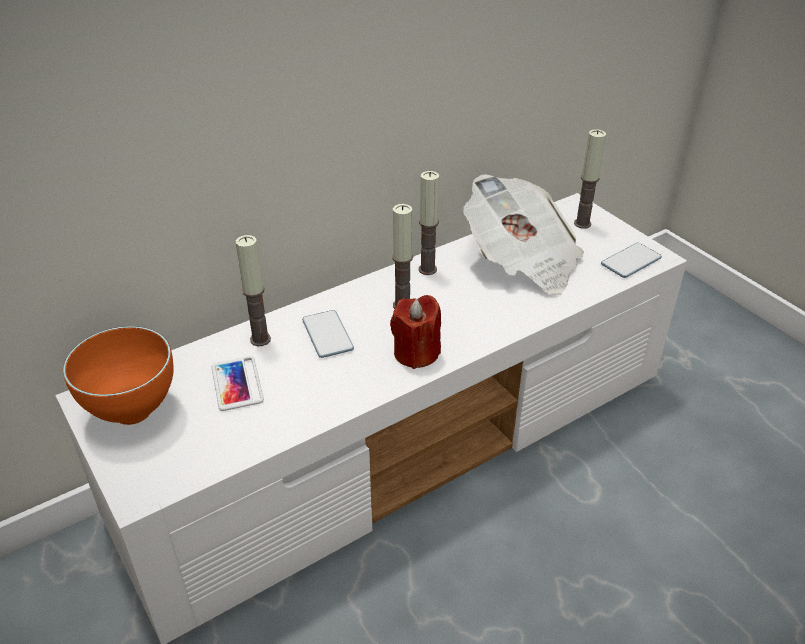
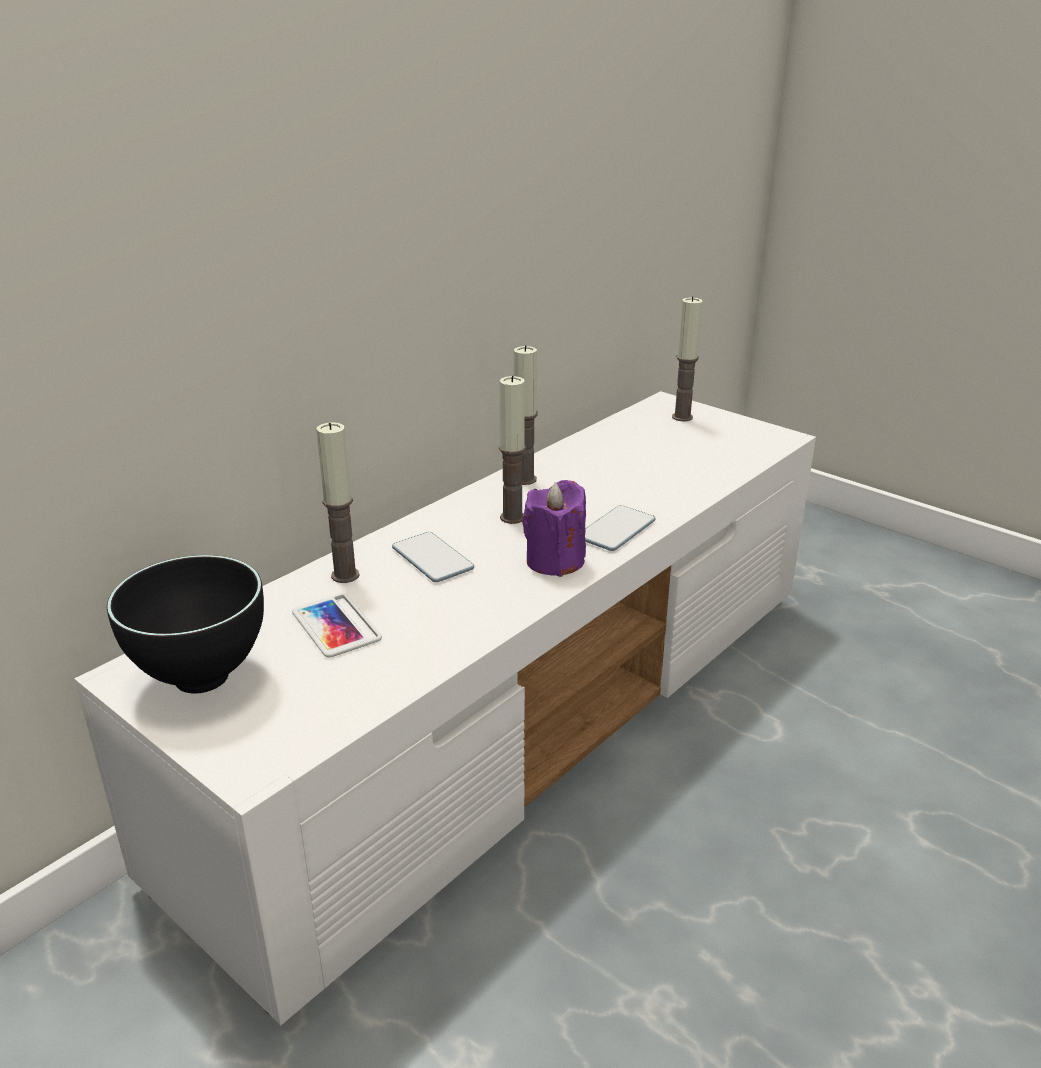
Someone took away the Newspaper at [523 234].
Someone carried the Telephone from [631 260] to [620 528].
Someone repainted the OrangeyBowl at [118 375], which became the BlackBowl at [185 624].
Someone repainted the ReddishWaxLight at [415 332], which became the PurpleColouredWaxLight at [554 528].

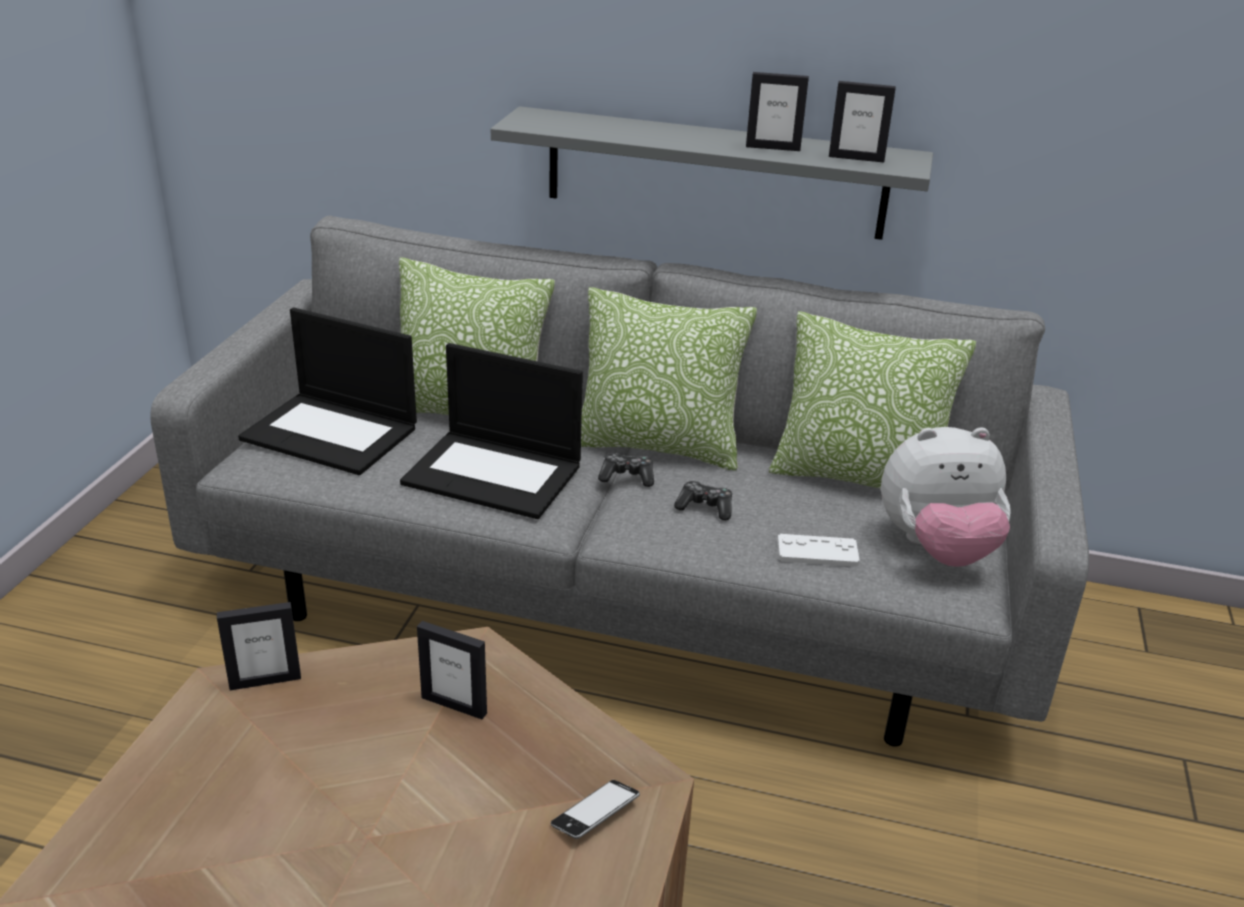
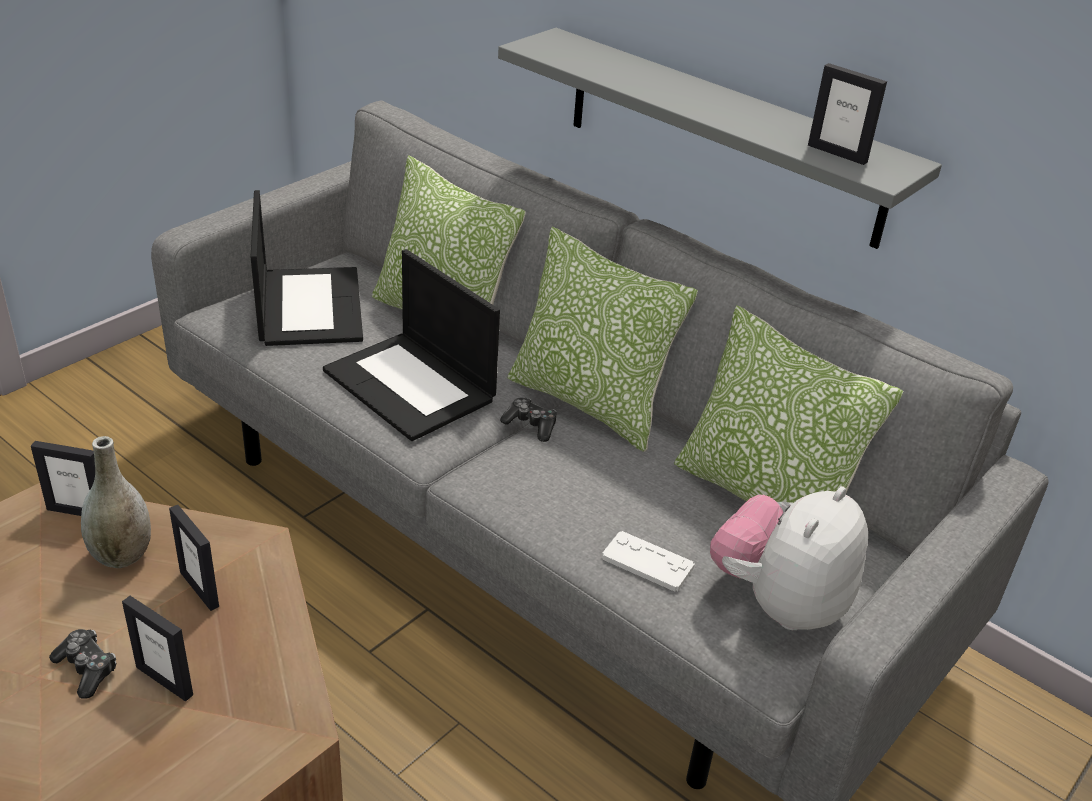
Someone took away the Telephone at [595 809].
Someone put down the GreyishDecorativeVase at [116 502].
Someone carried the GameController from [703 500] to [82 664].
Someone carried the PhotoFrame from [777 111] to [157 649].
Someone rotated the NotebookComputer at [327 391] by 150 degrees counterclockwise.
Someone rotated the CuddlyToy at [946 497] by 105 degrees clockwise.

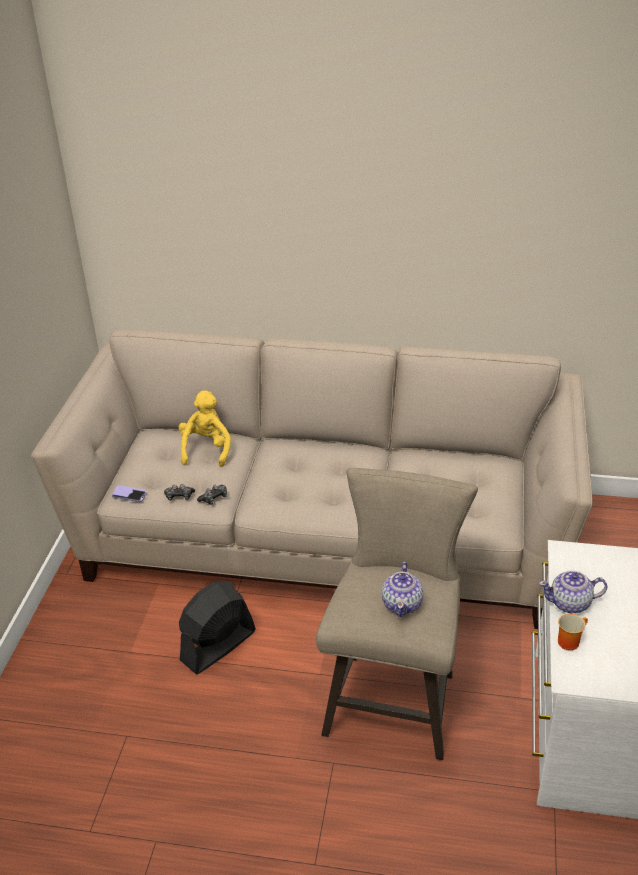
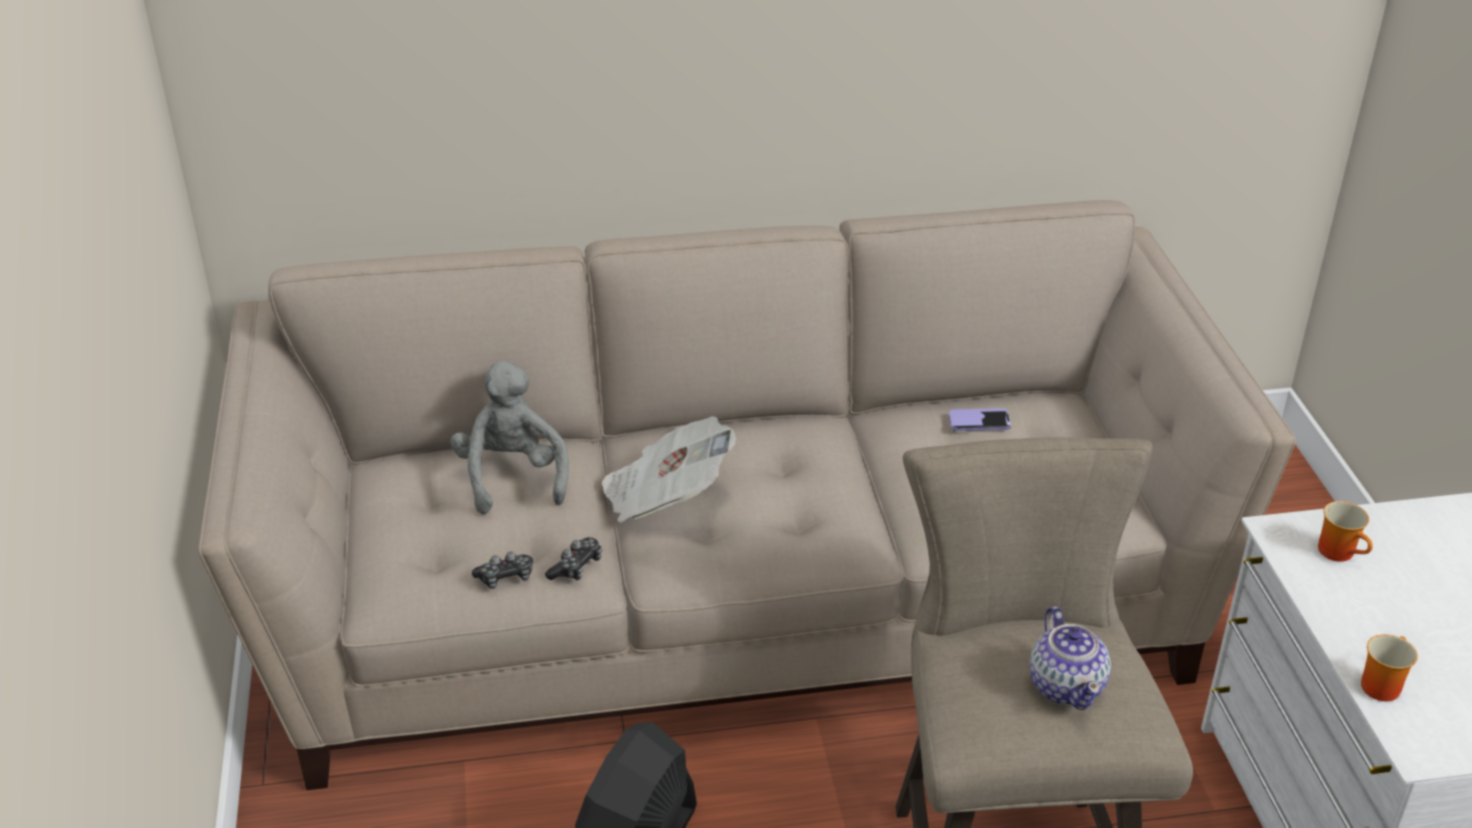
Someone took away the TeaPot at [573 592].
Someone put down the Newspaper at [669 470].
Someone put down the CoffeeMug at [1345 531].
Someone carried the Telephone from [129 493] to [980 419].
Someone repainted the YellowishCuddlyToy at [205 429], which became the GreyishCuddlyToy at [510 437].

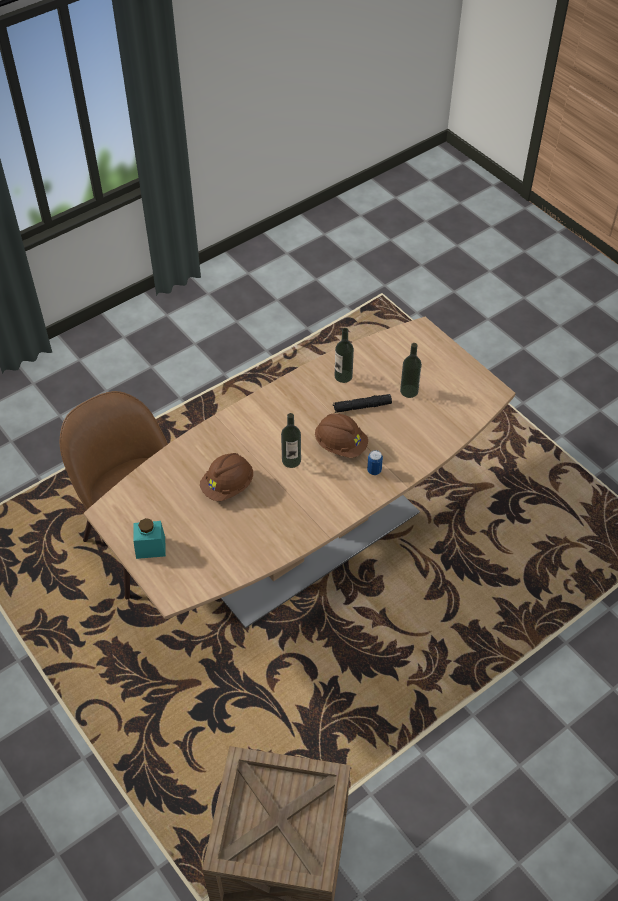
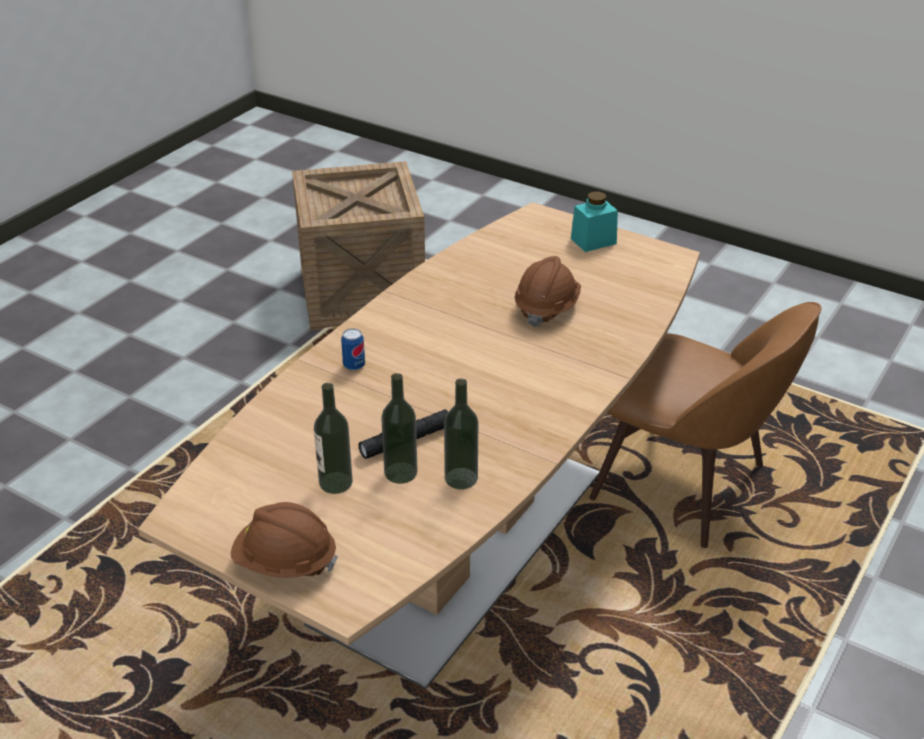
Someone carried the BeverageBottle from [291 440] to [399 428].
Someone carried the BrownHardHat from [341 436] to [284 540].

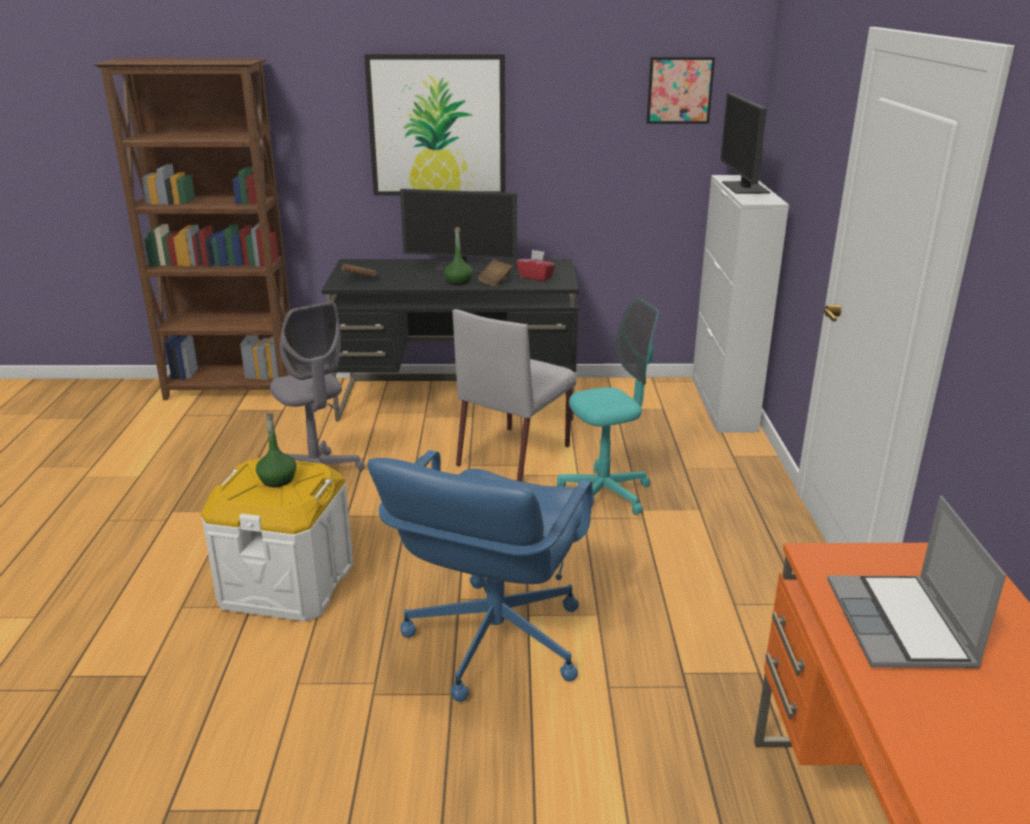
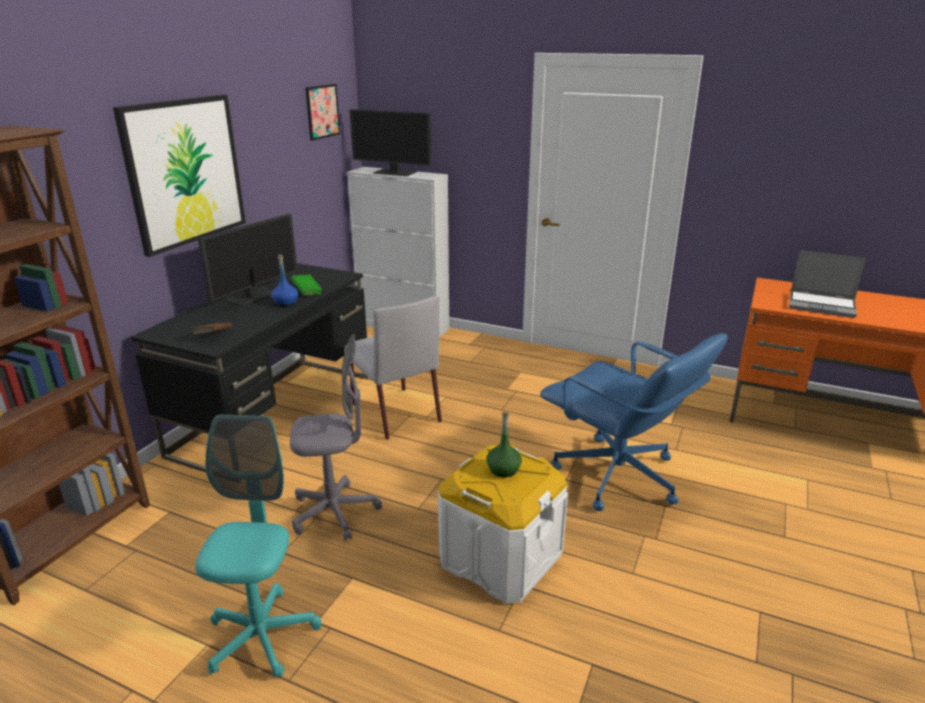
Someone took away the ReddishTissueHolder at [536 265].
Someone carried the TurquoiseColouredComputerChair from [608 406] to [258 545].
Someone repainted the GreenBeverageBottle at [458 256], which became the BluishBeverageBottle at [284 280].
Someone repainted the BrownBoundBook at [495 273], which became the GreenBoundBook at [306 284].

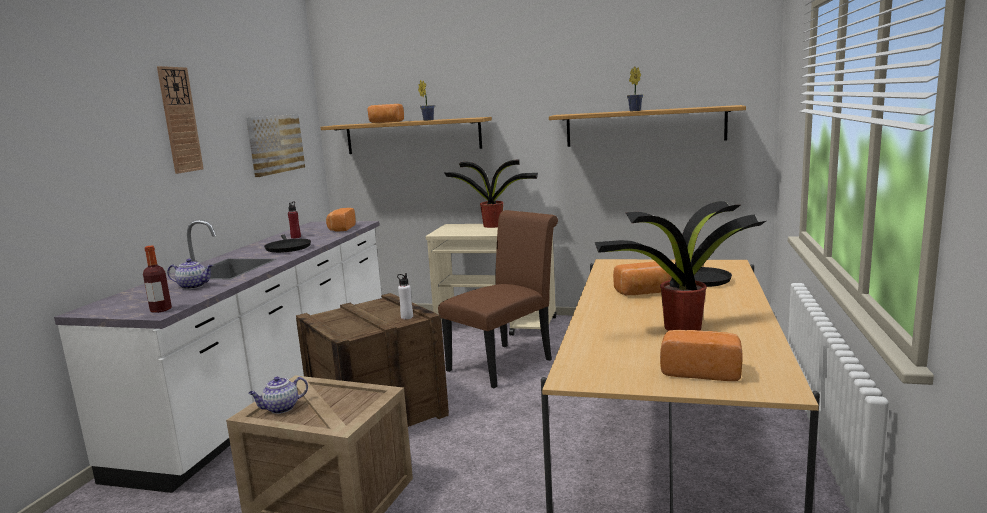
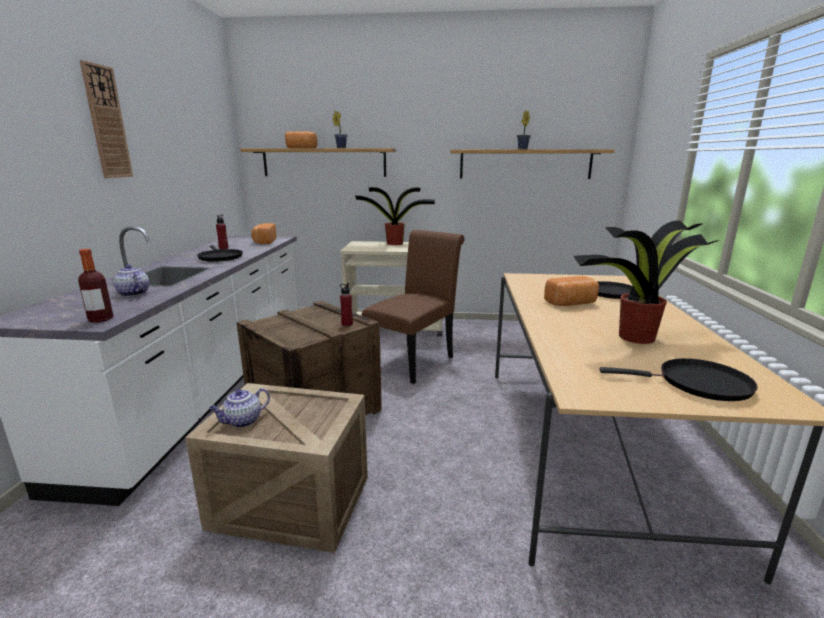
Someone took away the WallArt at [275 145].
Someone swapped the Bread at [701 355] for the BlackSkillet at [679 379].
Someone repainted the WhiteBeverageBottle at [405 296], which became the ReddishBeverageBottle at [346 304].
Someone rotated the TeaPot at [190 274] by 135 degrees counterclockwise.

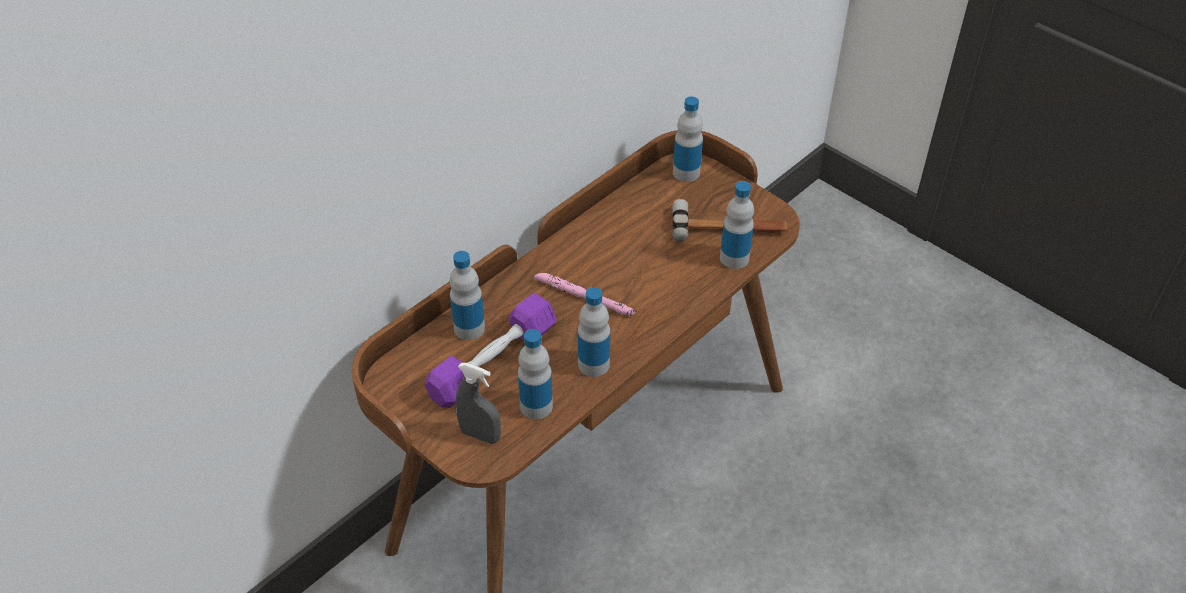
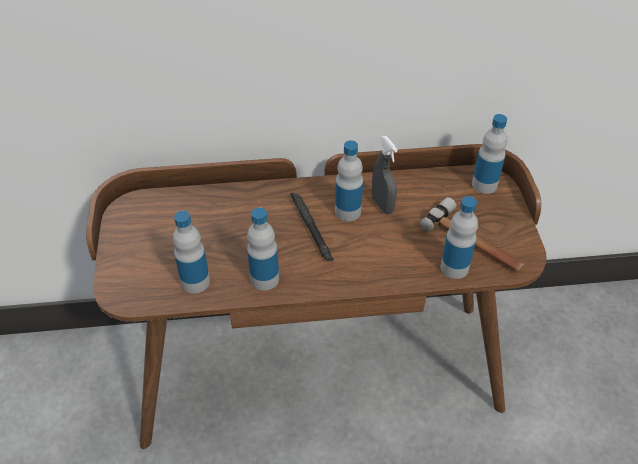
Someone took away the PurpleColouredFreeWeight at [491 350].
Someone carried the BeverageBottle from [467 295] to [349 180].
Someone carried the GreyishHandSprayer from [478 403] to [385 175].
Someone repainted the PinkColouredHandTorch at [585 294], which became the BlackHandTorch at [312 227].

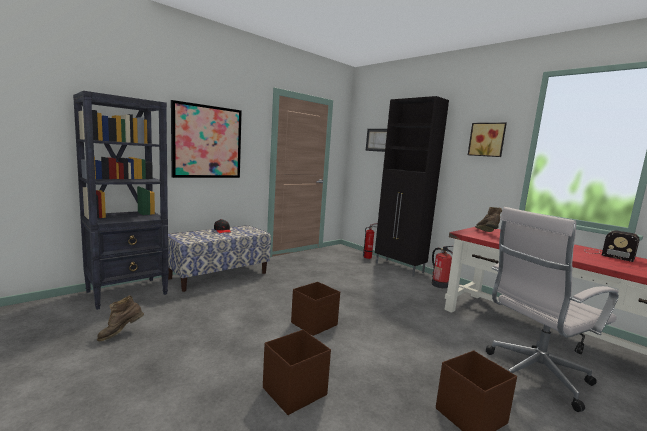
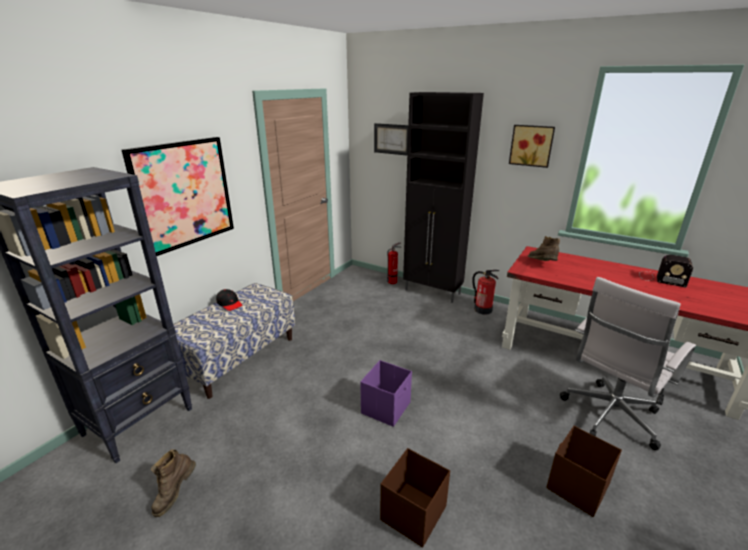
Someone repainted the BrownStorageContainer at [315 309], which became the PurpleColouredStorageContainer at [386 393].

